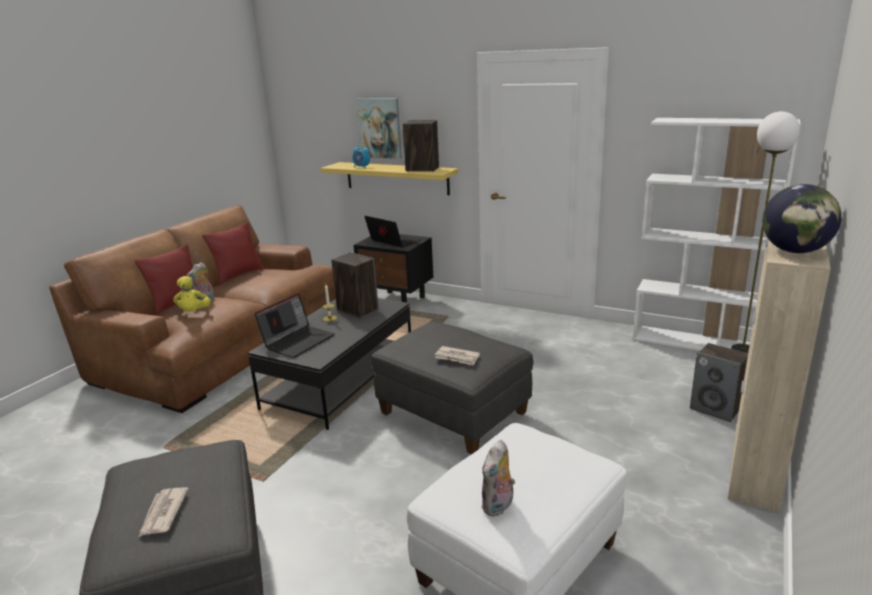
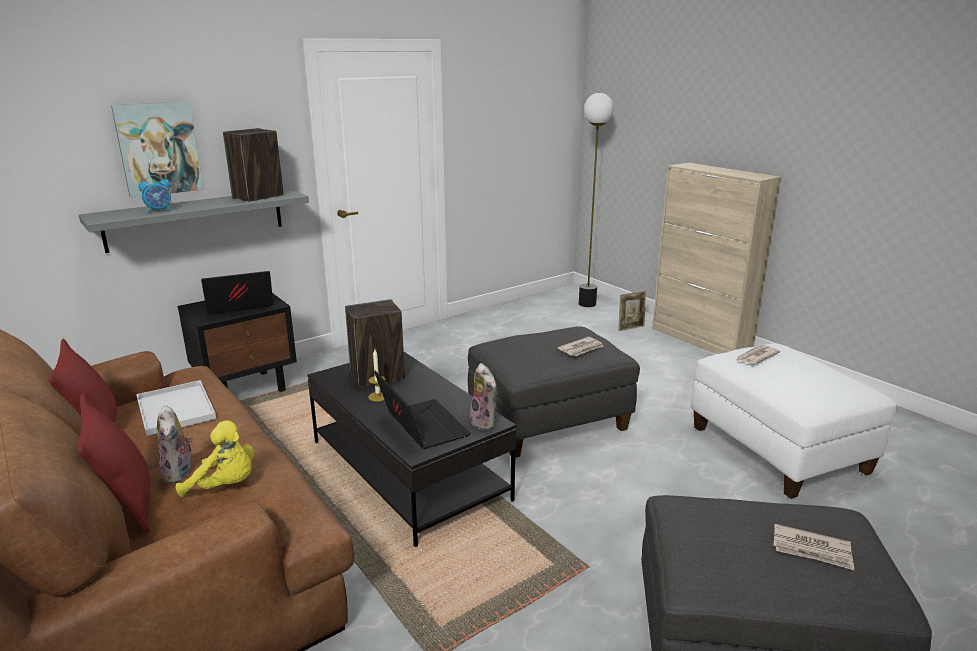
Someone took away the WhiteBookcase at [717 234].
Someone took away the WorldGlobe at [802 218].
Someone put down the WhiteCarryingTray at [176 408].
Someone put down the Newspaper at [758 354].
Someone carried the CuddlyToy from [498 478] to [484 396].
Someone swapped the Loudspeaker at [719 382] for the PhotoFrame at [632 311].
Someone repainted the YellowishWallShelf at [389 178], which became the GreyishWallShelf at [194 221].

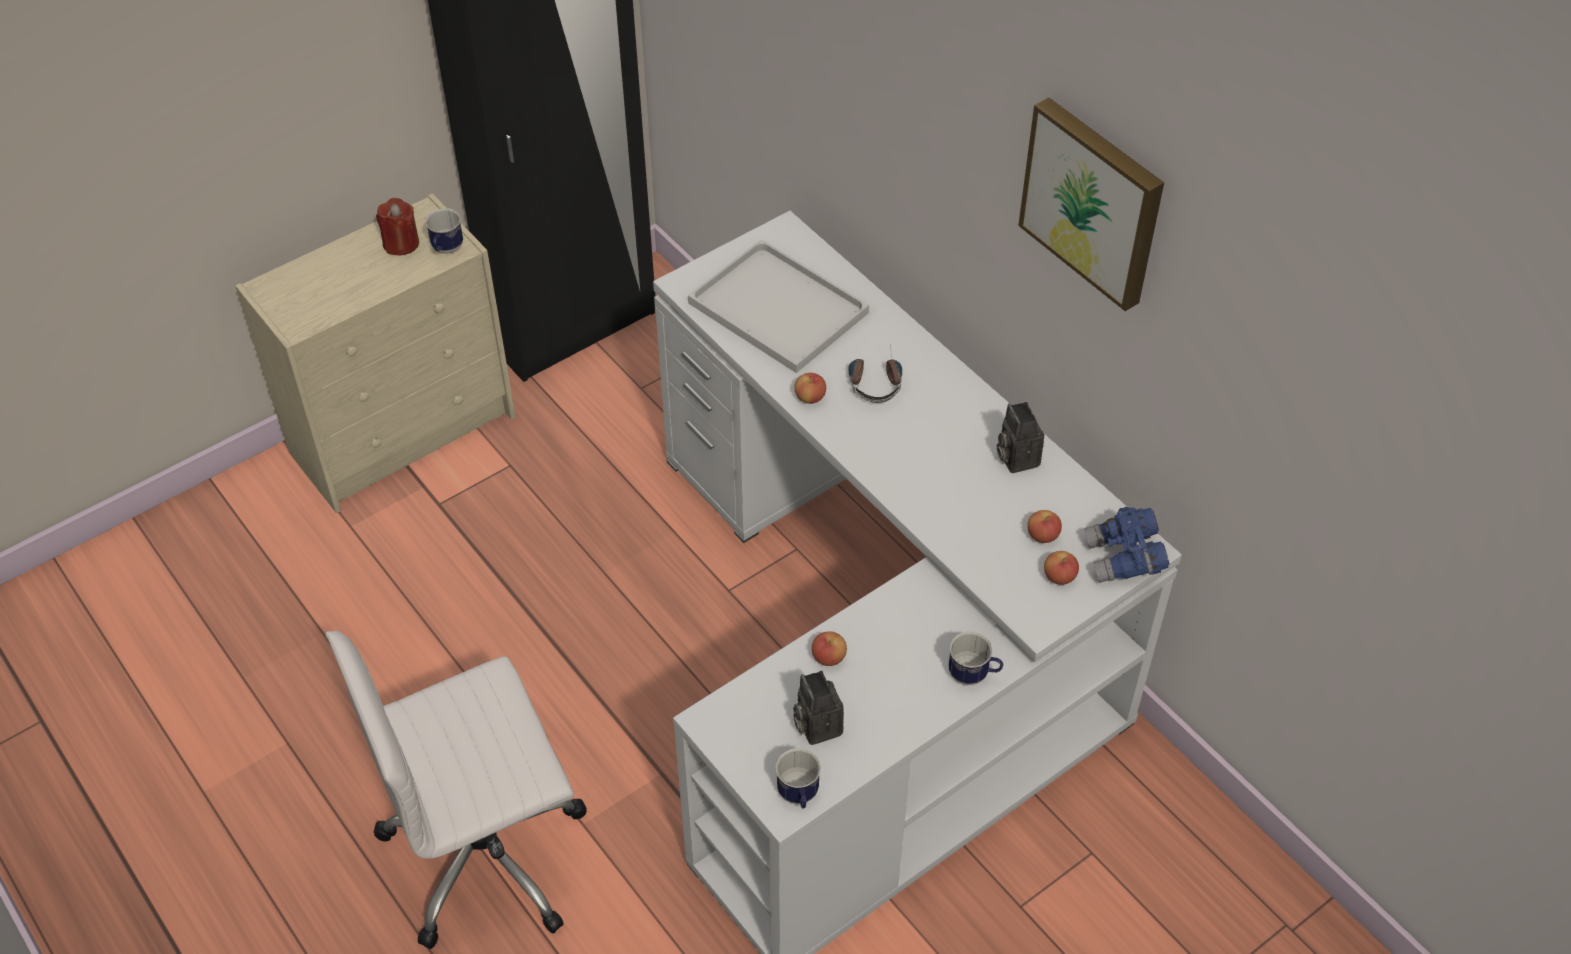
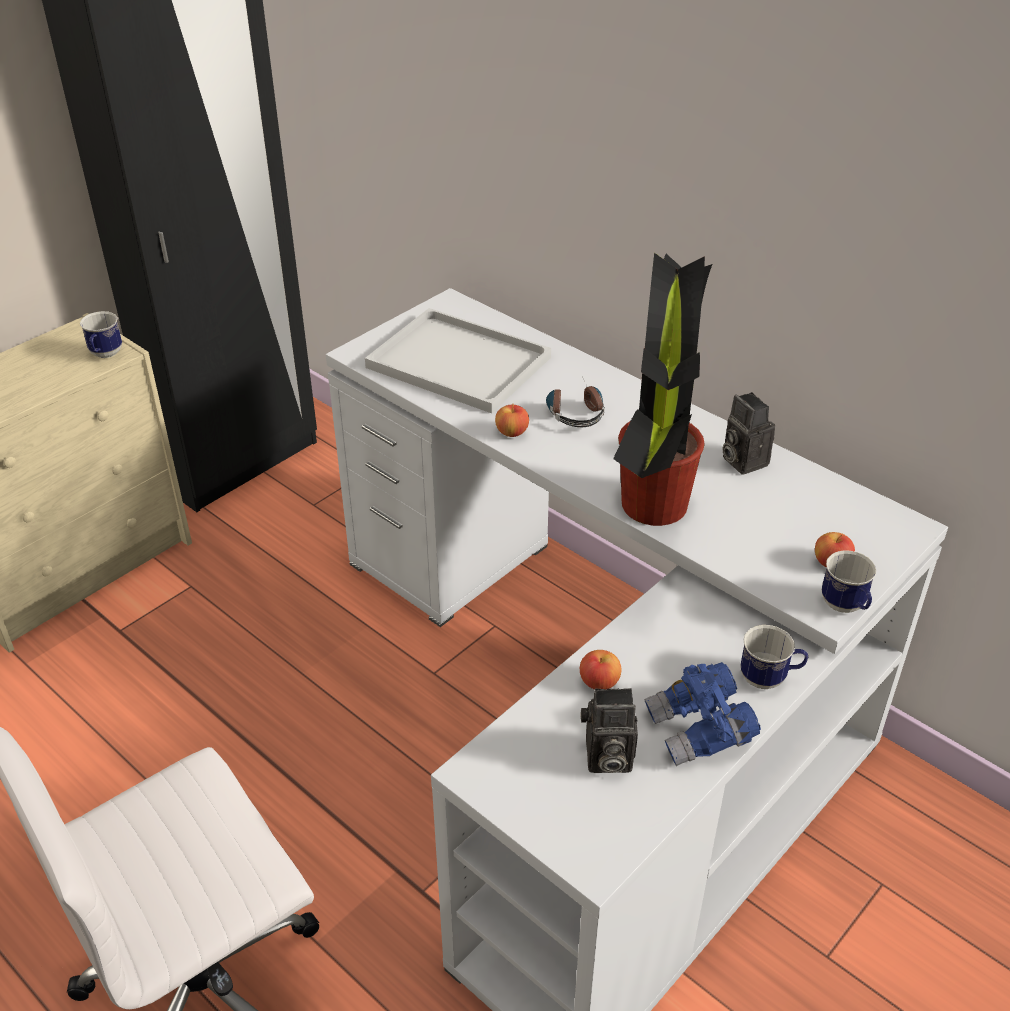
Someone took away the ReddishWaxLight at [397 226].
Someone took away the WallArt at [1091 204].
Someone took away the AppleFruit at [1044 526].
Someone put down the Houseplant at [662 389].
Someone carried the CoffeeMug from [798 778] to [849 581].
Someone carried the BluishBinoculars from [1127 545] to [702 714].
Someone rotated the StillCamera at [818 708] by 60 degrees counterclockwise.

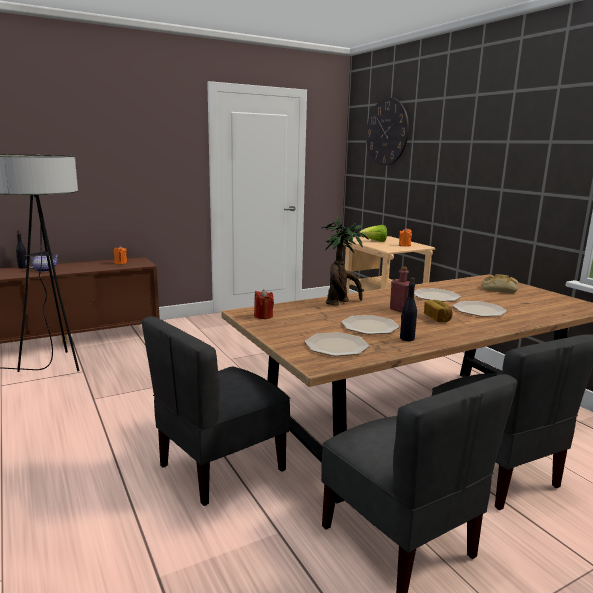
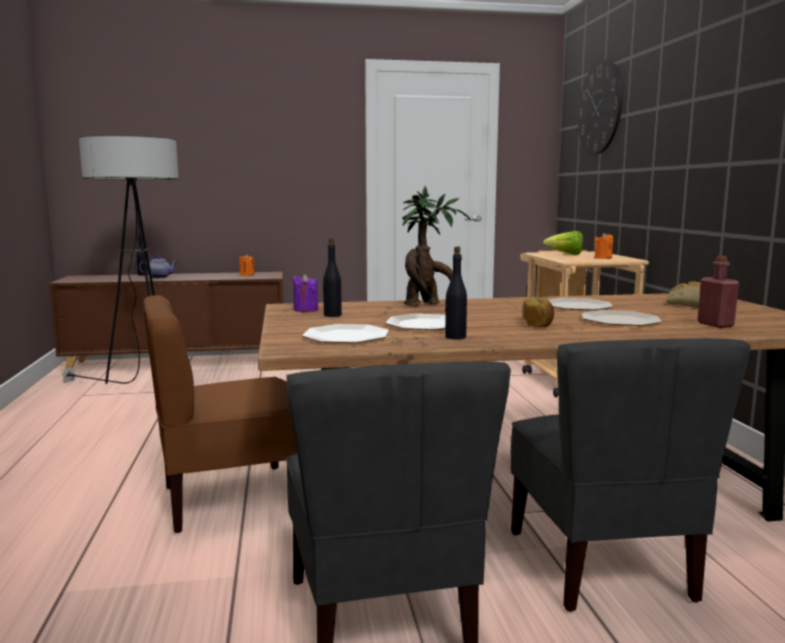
Someone put down the BlackBeverageBottle at [332 277].
Someone carried the ReddishBeverageBottle from [400 289] to [718 292].
Someone repainted the GreyishChair at [215 411], which became the BrownChair at [220 414].
Someone repainted the ReddishWaxLight at [264 304], which became the PurpleColouredWaxLight at [305 293].

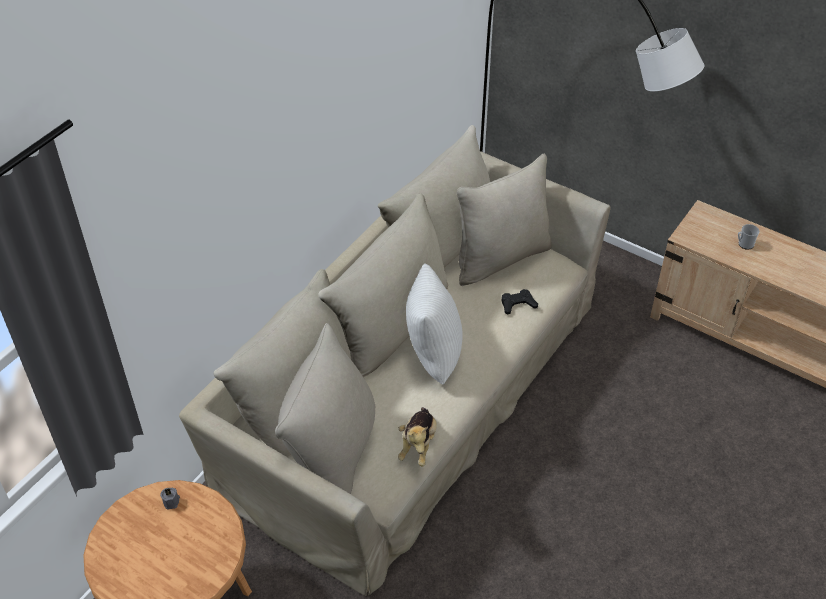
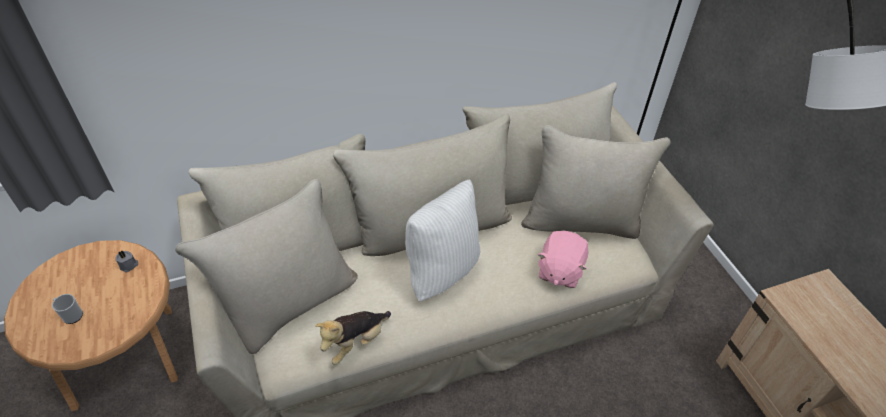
Someone carried the CoffeeMug from [748 237] to [67 309].
Someone swapped the BlackGameController at [520 302] for the PinkColouredCuddlyToy at [563 259].

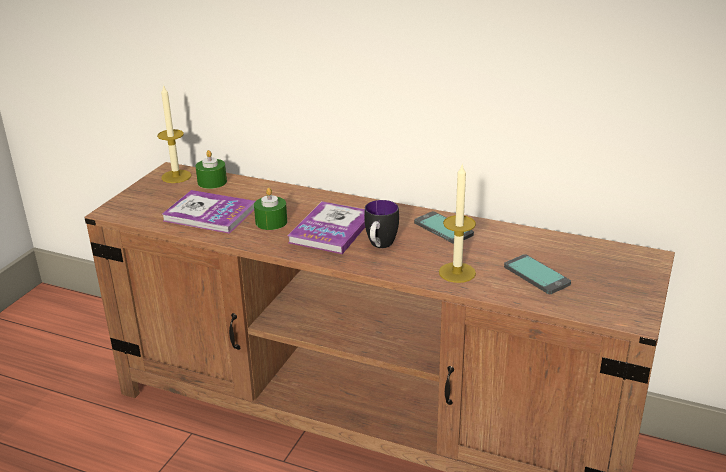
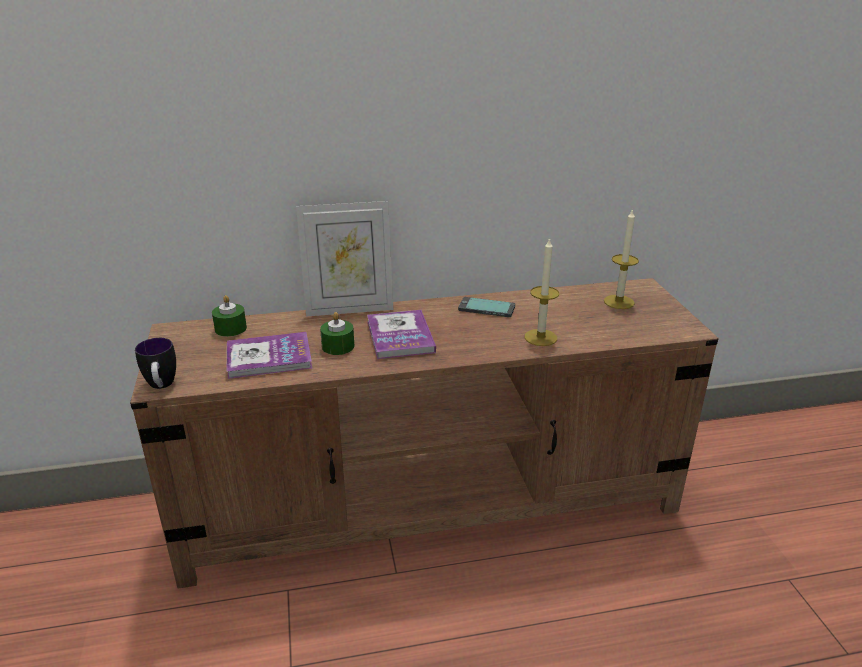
Someone took away the Telephone at [537 274].
Someone put down the PhotoFrame at [344 259].
Someone carried the WaxLight from [174 133] to [621 259].
Someone carried the CoffeeMug from [381 224] to [155 363].

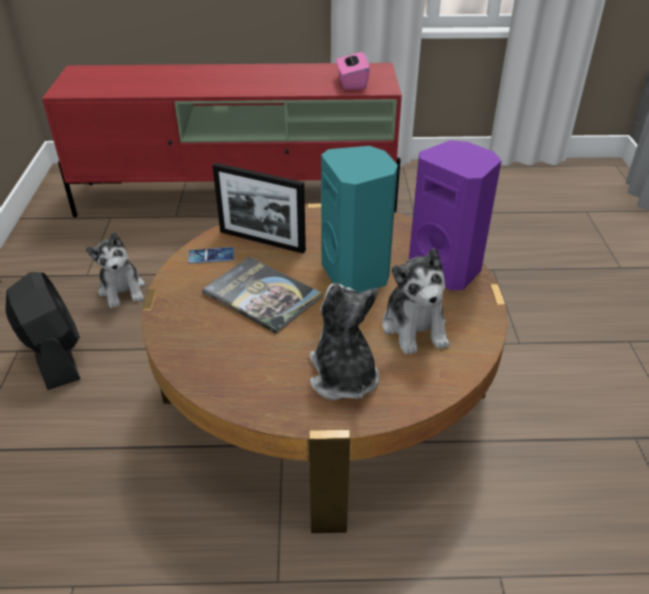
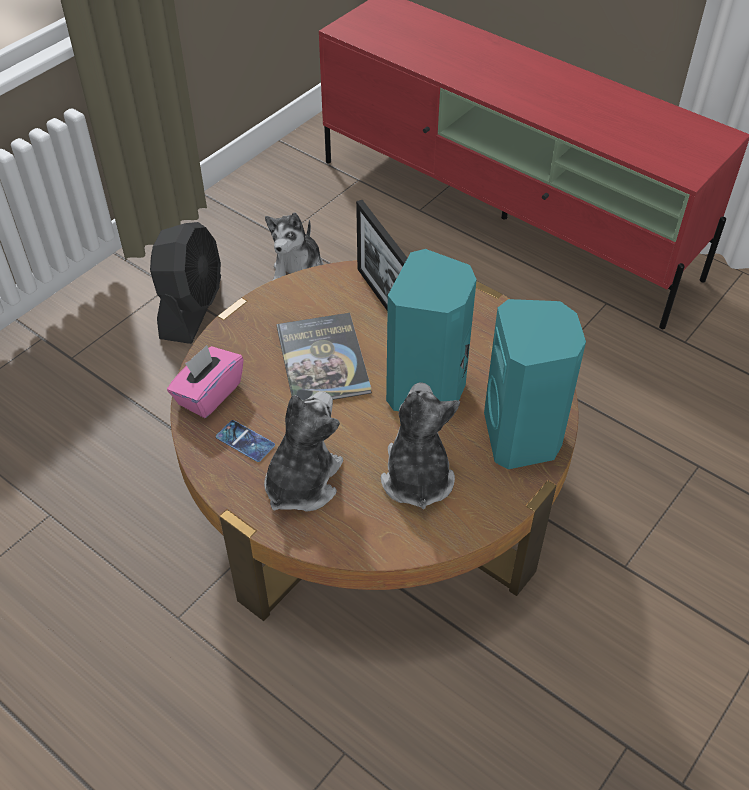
Someone carried the Telephone from [211 255] to [245 441].
Someone carried the PinkColouredTissueHolder from [353 68] to [205 381].
Someone repainted the PurpleColouredLoudspeaker at [455 215], which became the TurquoiseColouredLoudspeaker at [535 384].
Someone rotated the CuddlyToy at [416 301] by 150 degrees clockwise.

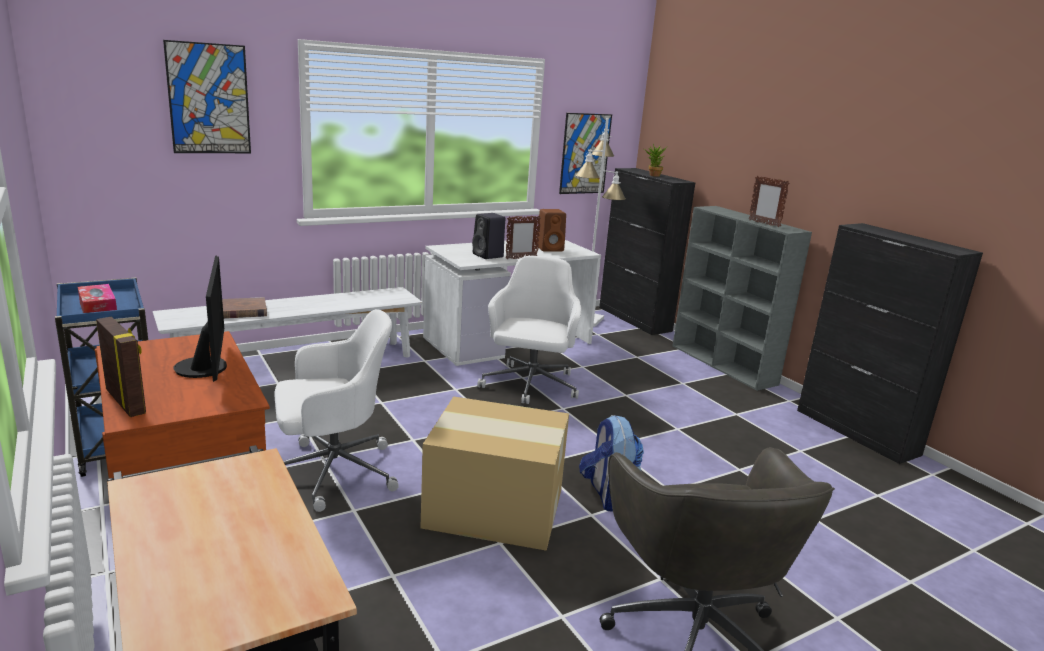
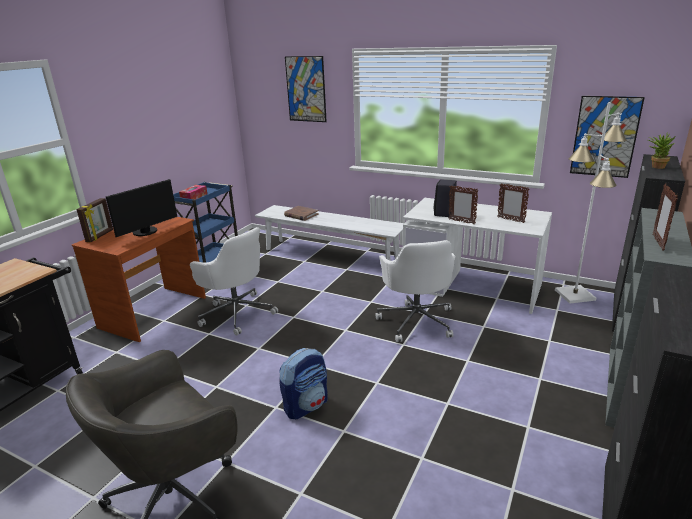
Someone took away the Carton at [494 473].
Someone swapped the BrownLoudspeaker at [551 230] for the PhotoFrame at [513 203].
Someone rotated the WhiteComputerChair at [529 330] by 105 degrees clockwise.

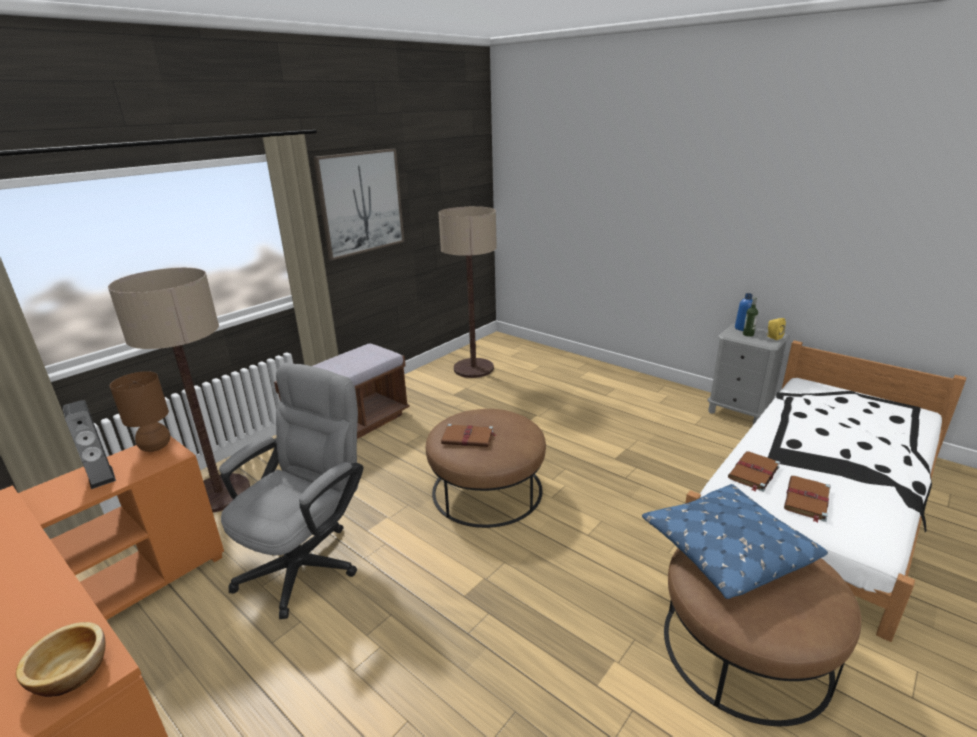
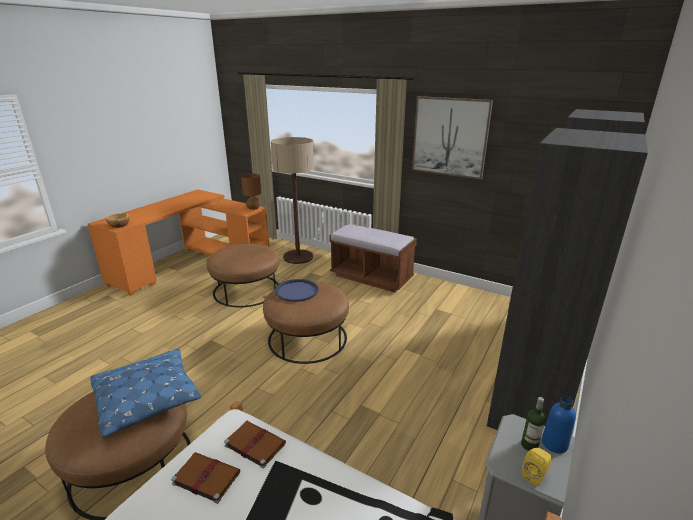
Someone took away the Loudspeaker at [89 444].
Someone took away the StandardLamp at [467 292].
Someone put down the BlackArmoire at [567 269].
Someone swapped the GreyishComputerChair at [291 490] for the BrownPouffe at [243 275].
Someone swapped the BrownBoundBook at [469 435] for the BluishCarryingTray at [297 290].

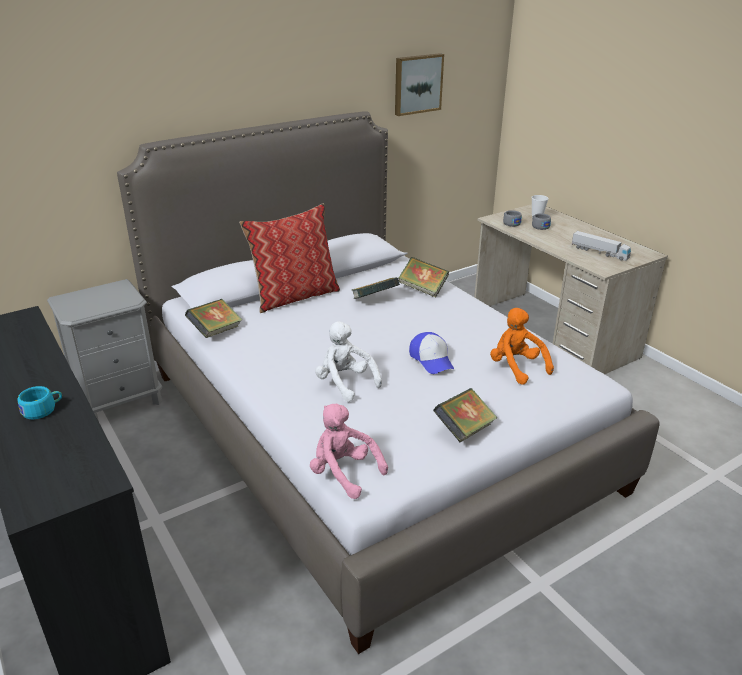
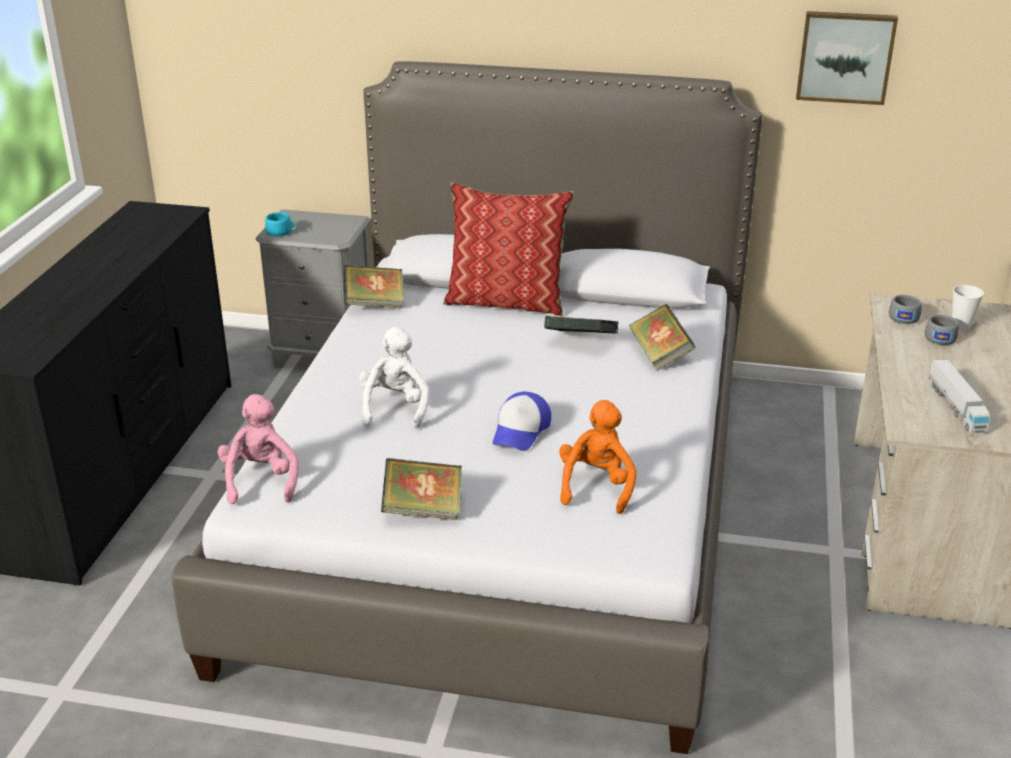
Someone carried the TurquoiseColouredDrinkingCup from [39 402] to [281 224].

